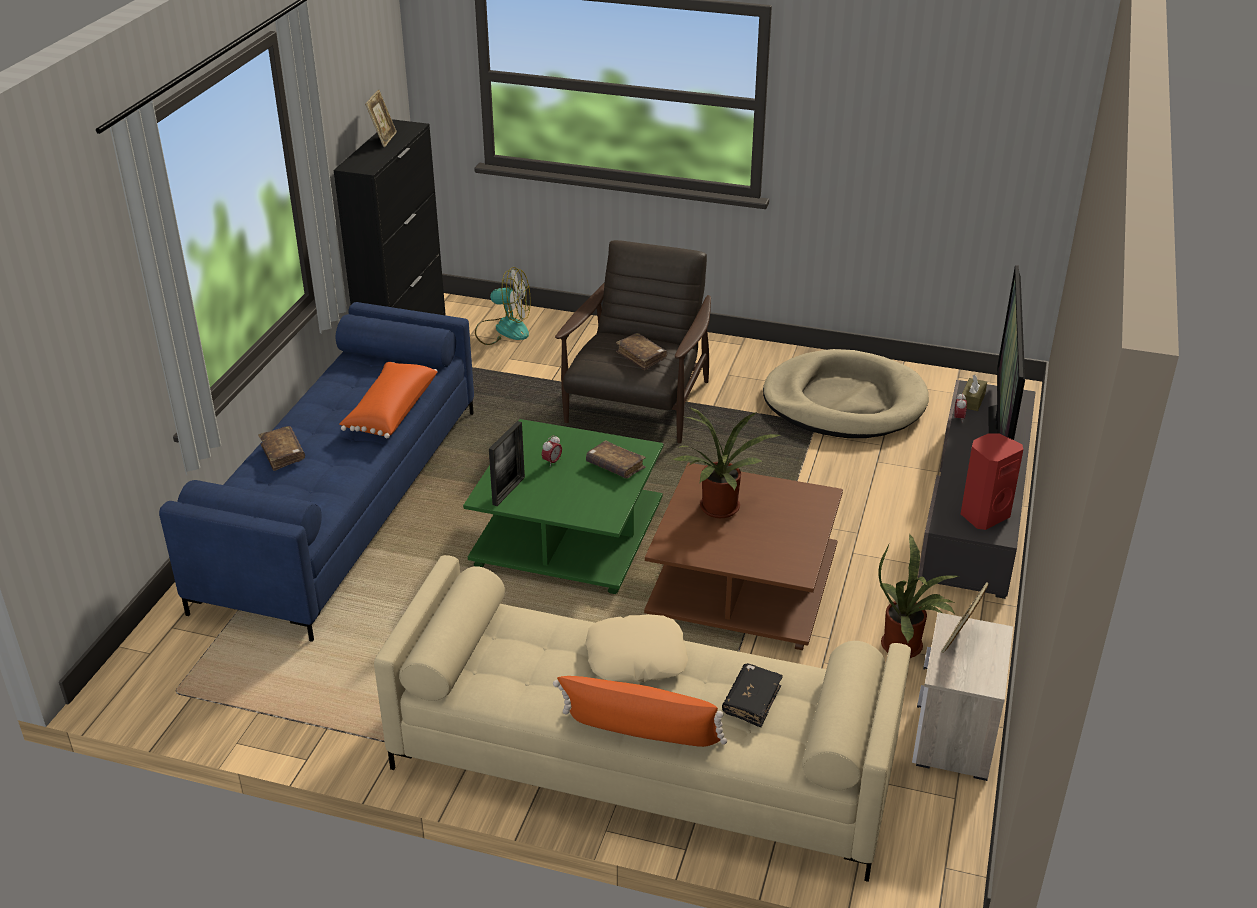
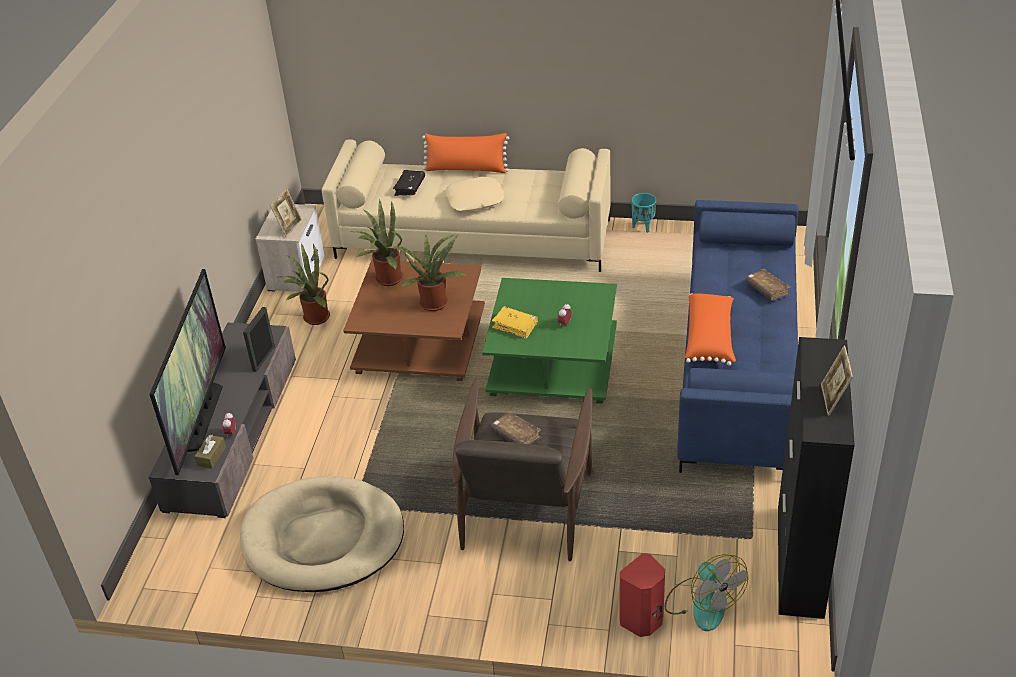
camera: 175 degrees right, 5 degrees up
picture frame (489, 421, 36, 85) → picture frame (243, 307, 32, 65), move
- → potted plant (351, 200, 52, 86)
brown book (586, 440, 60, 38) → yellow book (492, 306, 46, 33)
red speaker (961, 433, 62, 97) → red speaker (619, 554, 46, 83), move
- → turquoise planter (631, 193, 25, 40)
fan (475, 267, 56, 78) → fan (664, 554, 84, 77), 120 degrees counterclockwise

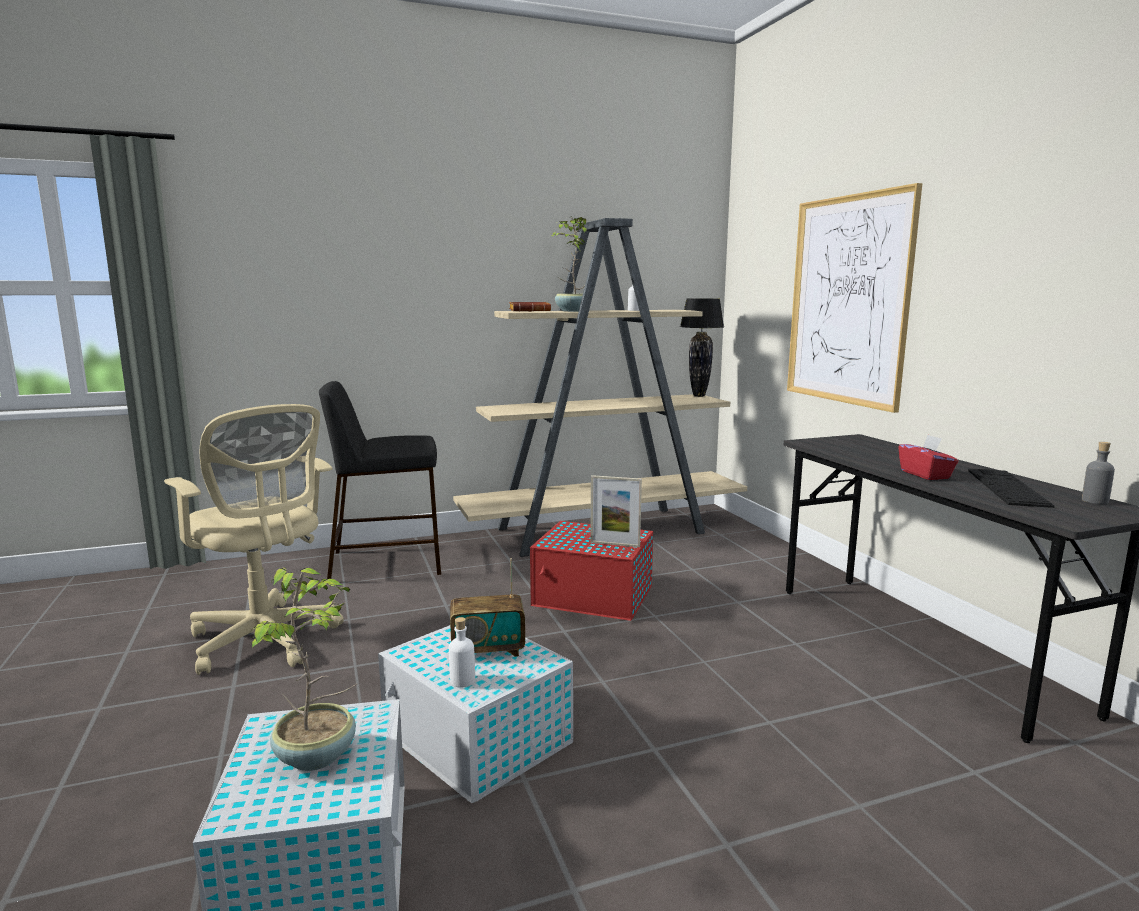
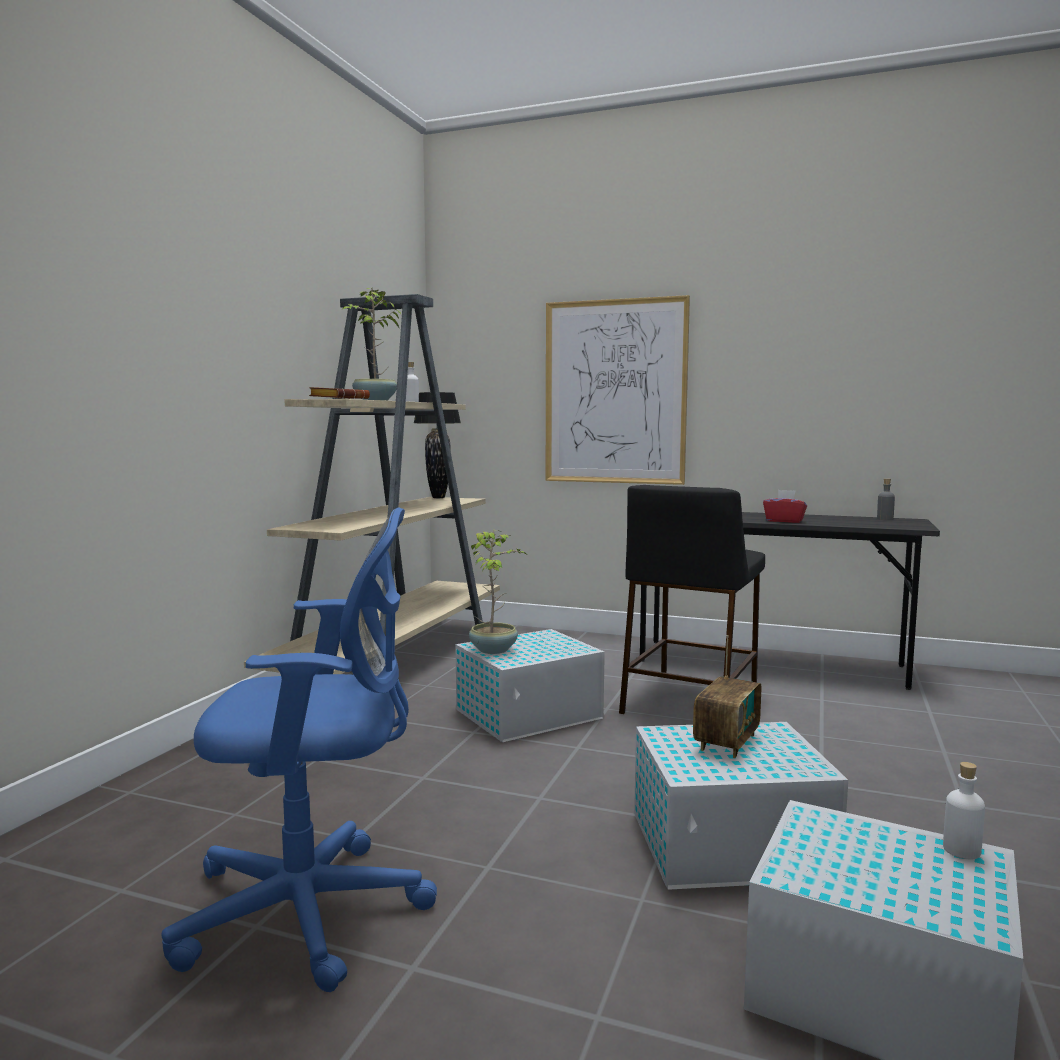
camera: 50 degrees left, 5 degrees down
beige office chair (164, 404, 180, 271) → blue office chair (161, 507, 276, 485)
red storage box (530, 521, 123, 100) → white storage box (456, 629, 149, 113)
potted plant (251, 567, 106, 204) → potted plant (469, 530, 57, 124), move
black stool (319, 381, 122, 198) → black stool (619, 485, 146, 229), move
white bottle (449, 617, 26, 71) → white bottle (943, 762, 42, 97), move
picture frame (590, 475, 52, 72) → -
keyboard (968, 469, 87, 39) → -

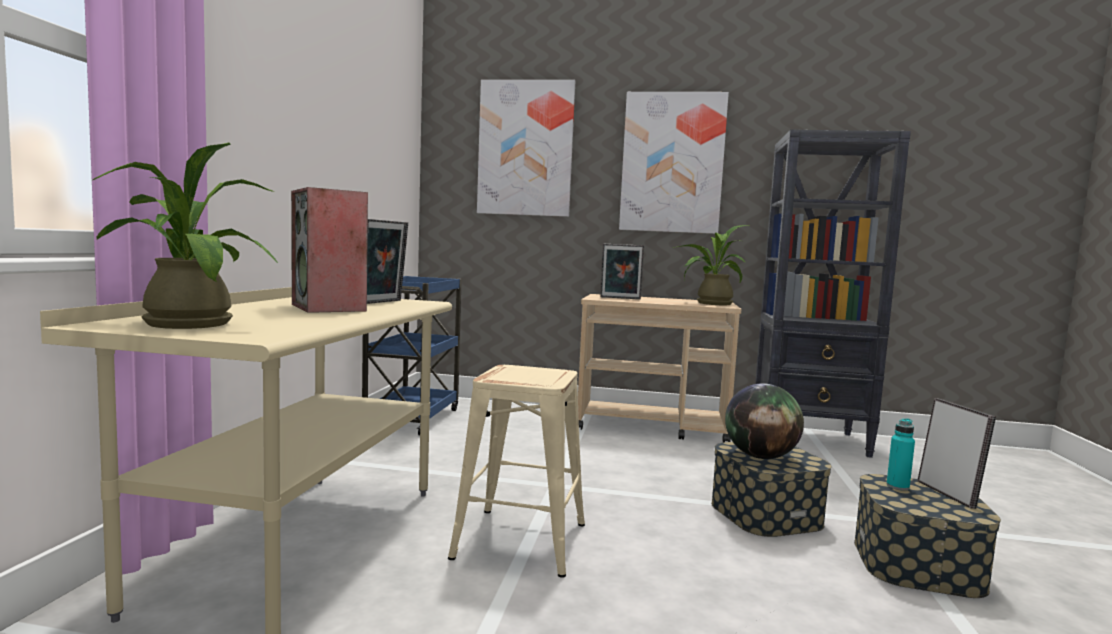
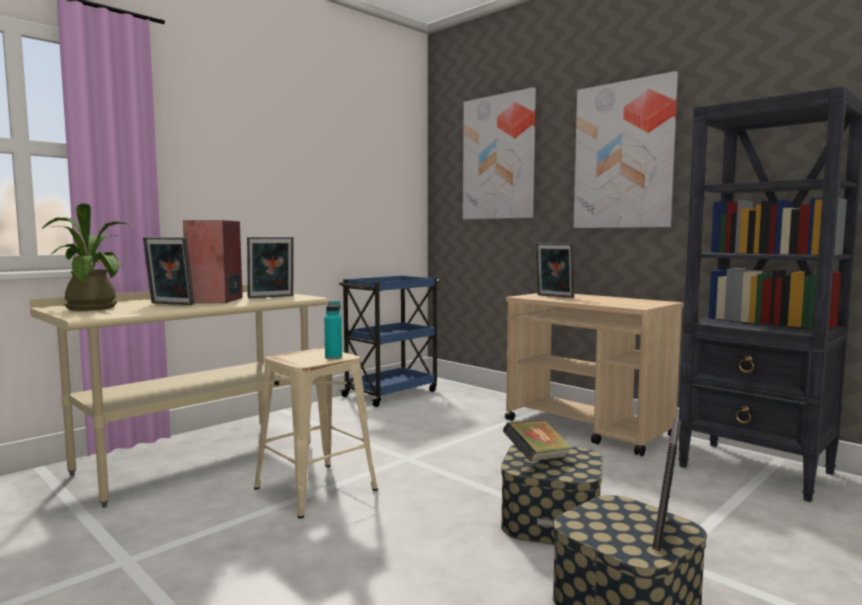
camera: 35 degrees right, 0 degrees up
- → picture frame (143, 237, 51, 68)
turquoise bottle (886, 418, 29, 73) → turquoise bottle (324, 301, 18, 58), move
globe (725, 383, 79, 76) → book (503, 420, 70, 41)
potted plant (673, 225, 77, 80) → -

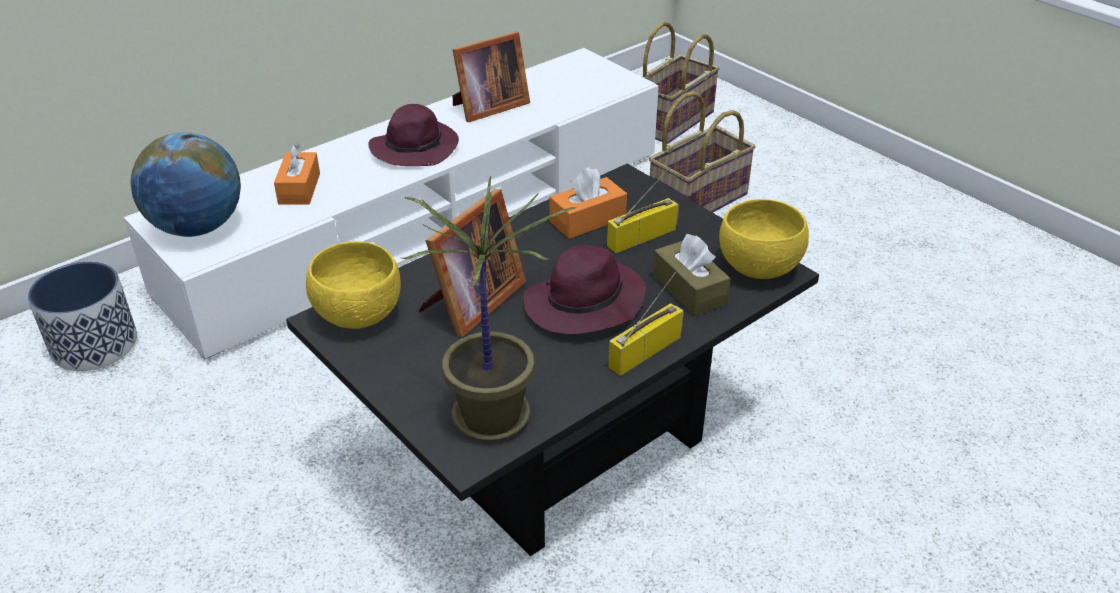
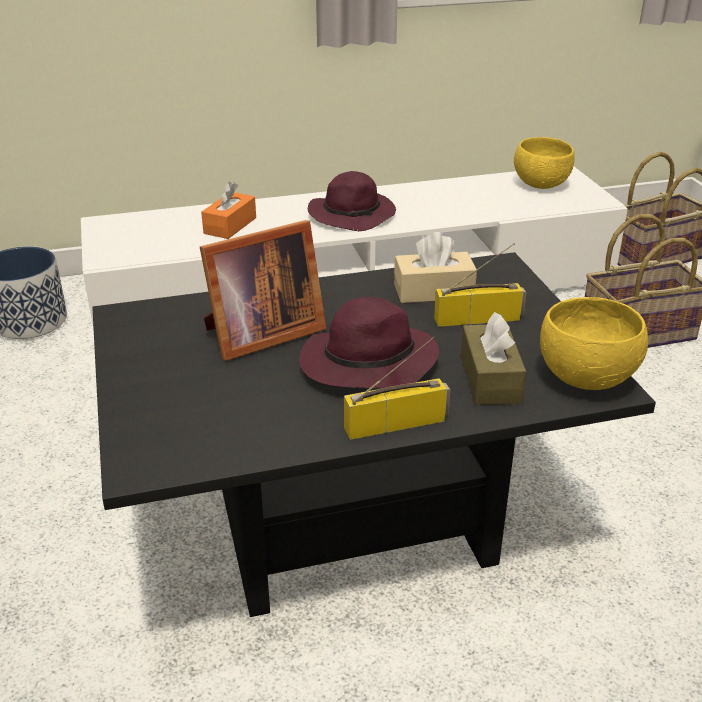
camera: 25 degrees right, 5 degrees down
orange tissue box (549, 167, 78, 72) → beige tissue box (394, 232, 83, 71)
yellow bowl (306, 241, 95, 88) → yellow bowl (514, 137, 61, 52), move
globe (131, 132, 110, 105) → -
potted plant (402, 176, 175, 266) → -
picture frame (452, 32, 78, 90) → -

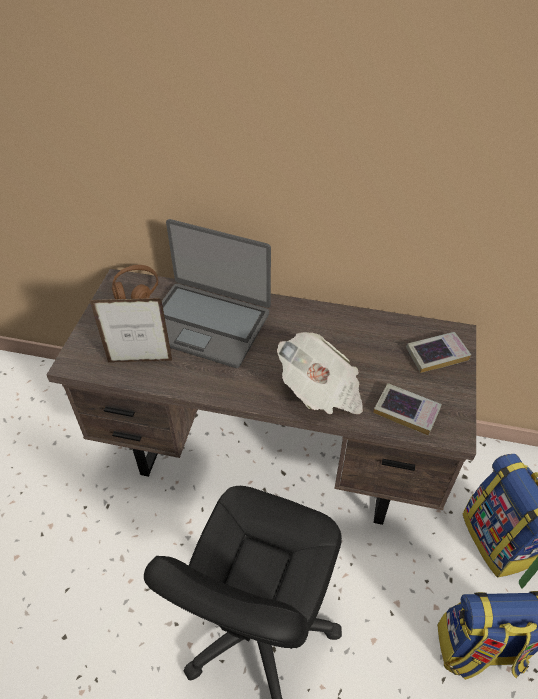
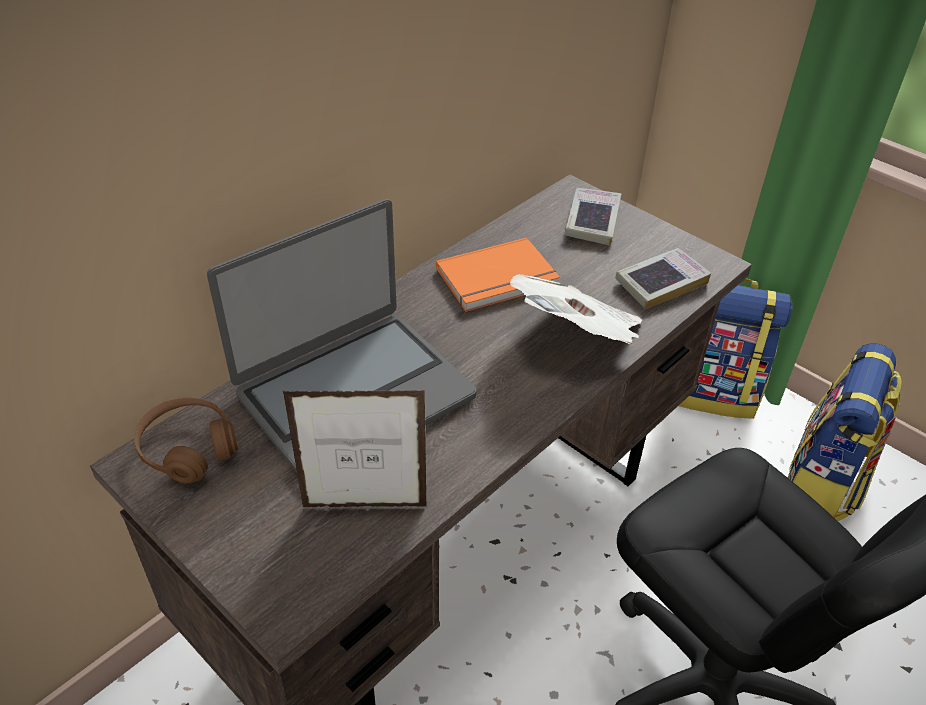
camera: 60 degrees left, 5 degrees down
picture frame (90, 298, 83, 65) → picture frame (282, 390, 144, 117), 120 degrees counterclockwise
- → orange book (436, 238, 124, 74)

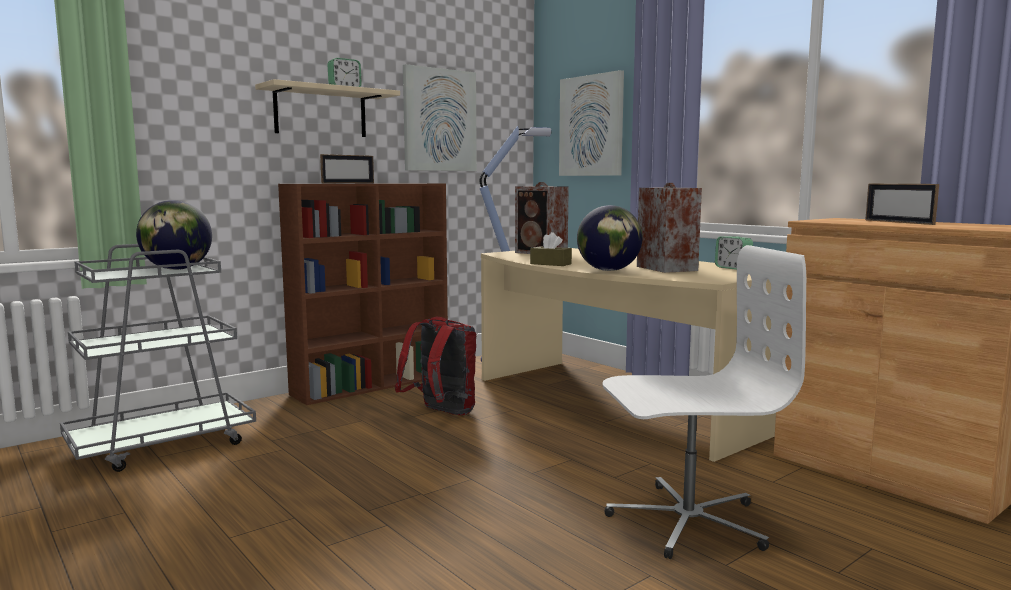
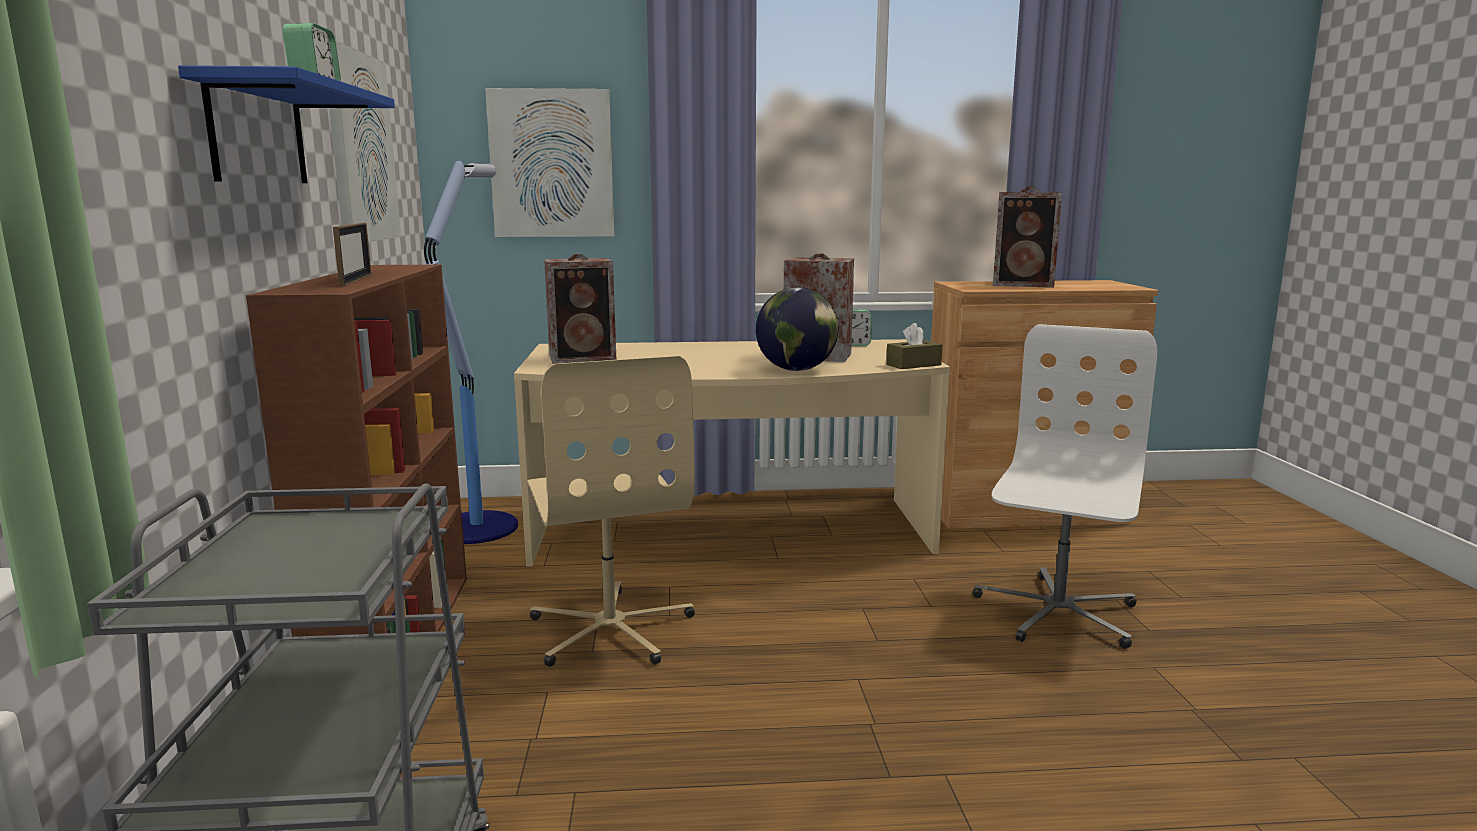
camera: 55 degrees left, 5 degrees up
beige shelf (255, 79, 145, 58) → blue shelf (178, 65, 217, 118)
red backpack (395, 317, 81, 98) → beige office chair (527, 356, 168, 311)
brown tissue box (530, 232, 42, 34) → brown tissue box (886, 323, 56, 46), move
picture frame (865, 184, 74, 41) → speaker (993, 187, 69, 101)
globe (136, 200, 76, 70) → -

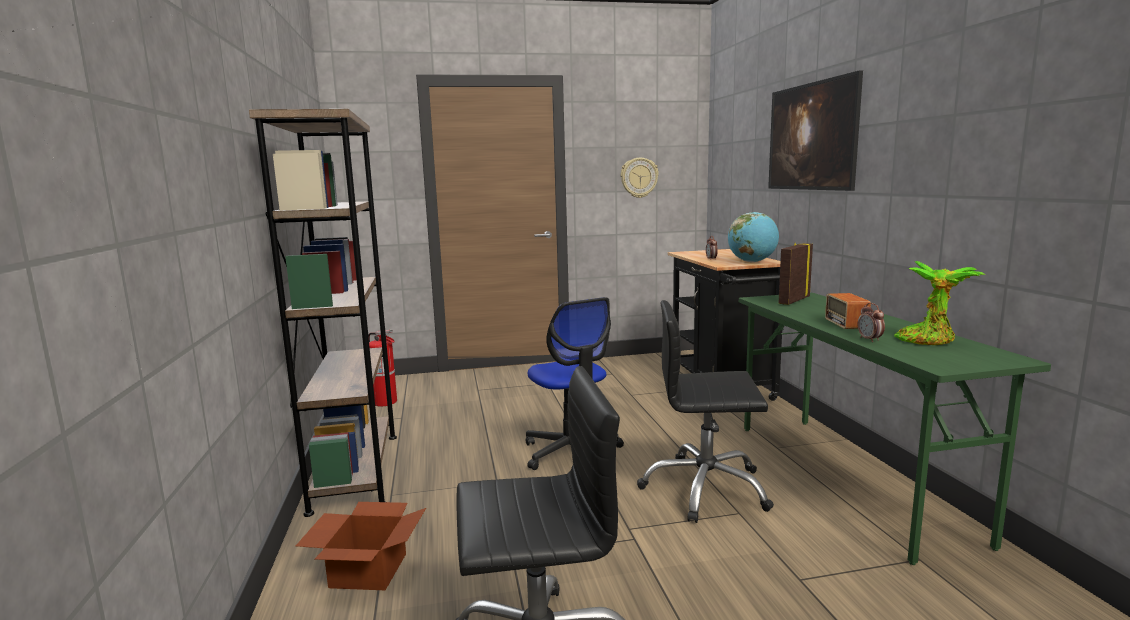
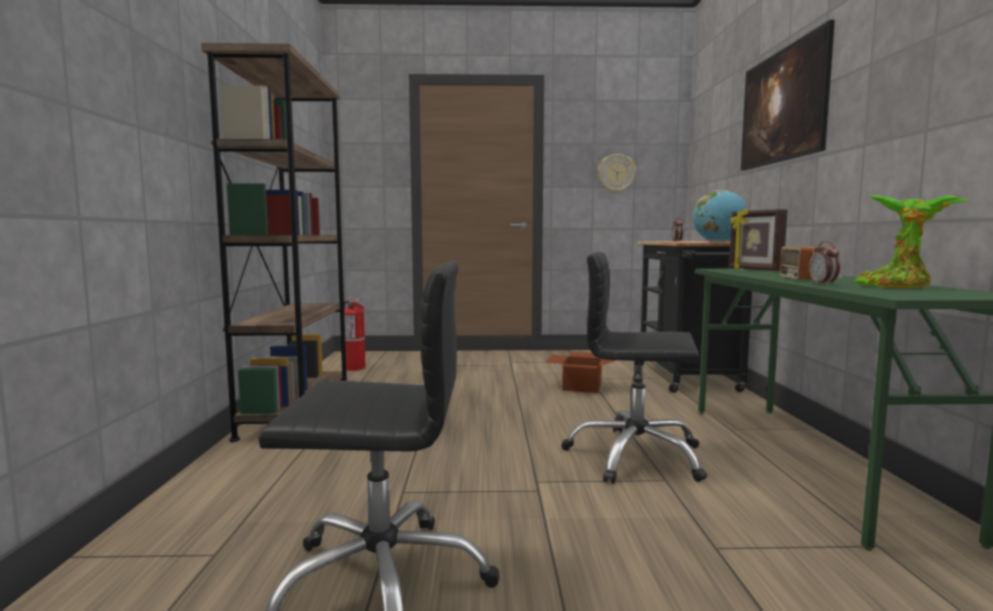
camera: 10 degrees right, 5 degrees down
cardboard box (296, 502, 130, 88) → cardboard box (546, 352, 70, 41), move
picture frame (779, 243, 34, 62) → picture frame (729, 208, 58, 63), 75 degrees counterclockwise
office chair (526, 297, 98, 173) → -

